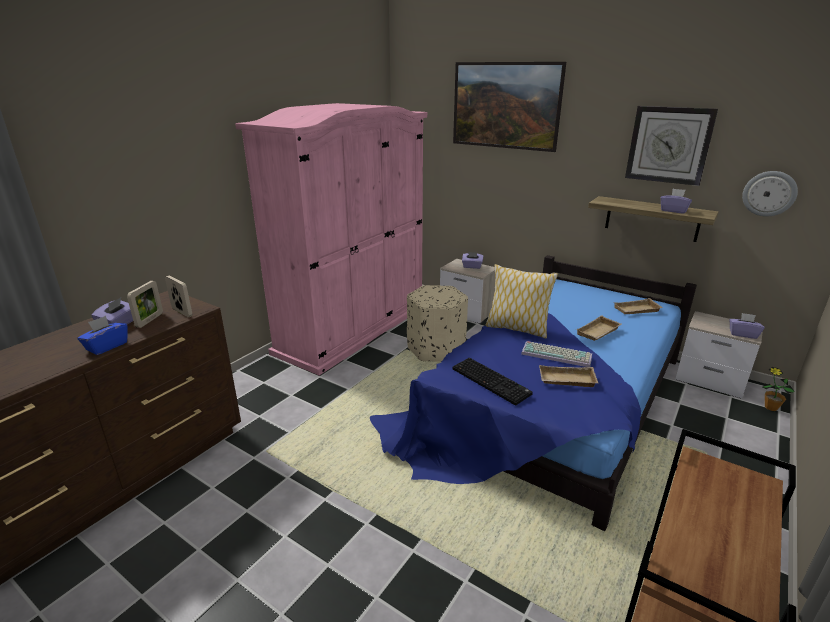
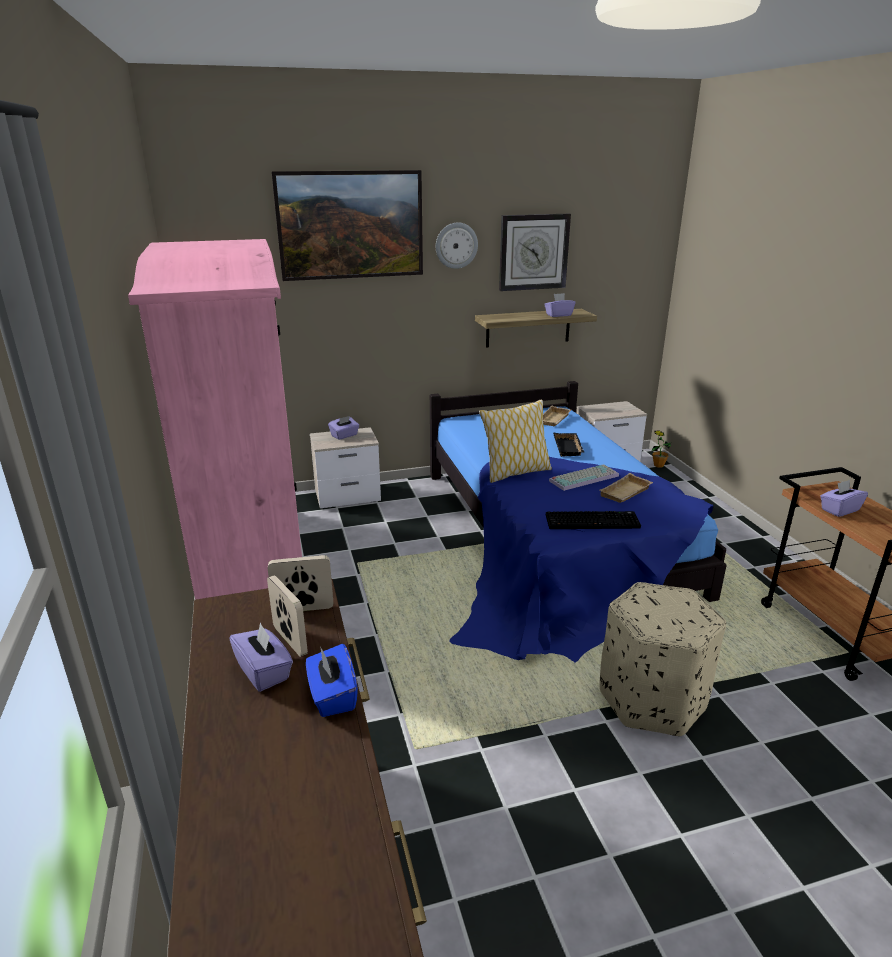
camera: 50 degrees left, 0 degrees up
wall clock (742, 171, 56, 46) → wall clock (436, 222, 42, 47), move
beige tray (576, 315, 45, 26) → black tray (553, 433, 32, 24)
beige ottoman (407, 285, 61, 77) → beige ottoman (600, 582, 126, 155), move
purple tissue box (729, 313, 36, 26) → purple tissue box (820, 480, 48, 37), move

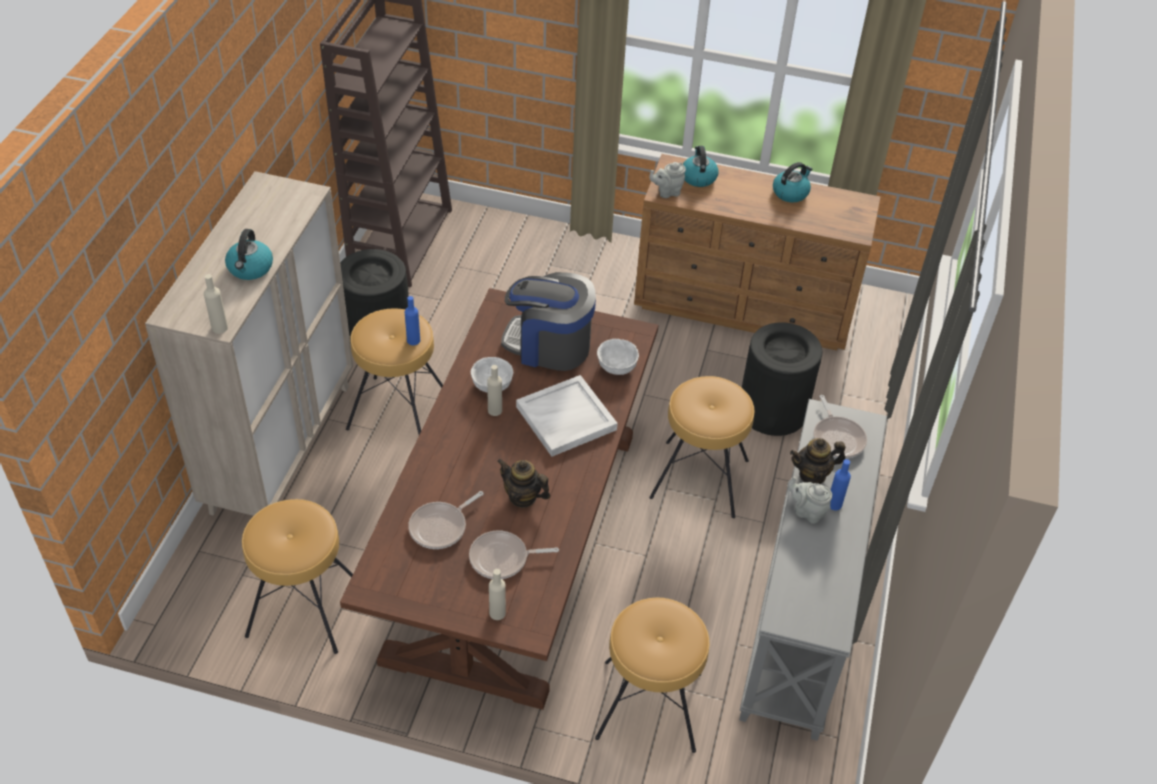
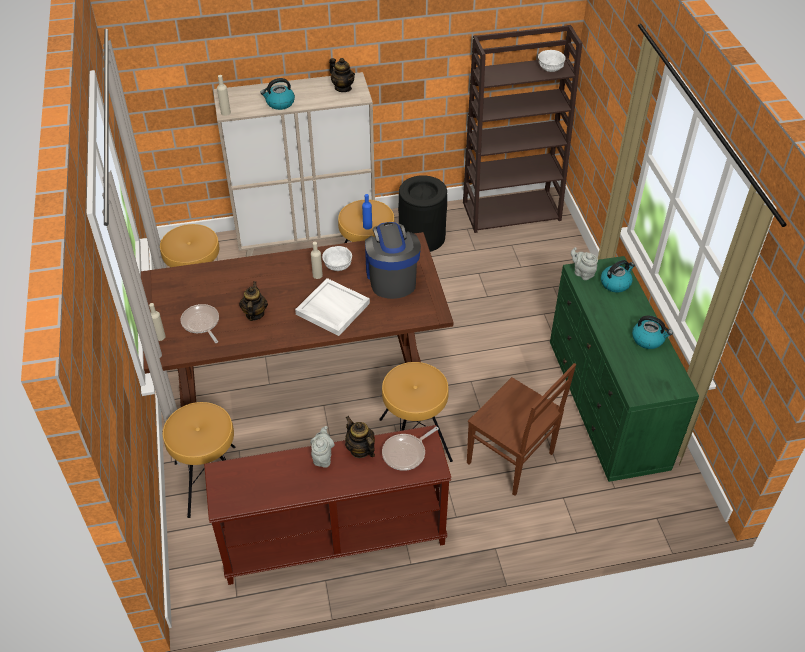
camera: 65 degrees right, 0 degrees up
grey console table (739, 399, 148, 342) → brown console table (204, 425, 247, 160)
- → teapot (329, 58, 26, 34)
black trash can (742, 322, 80, 114) → brown chair (467, 363, 109, 133)
white bowl (597, 339, 42, 36) → white bowl (538, 50, 28, 22), move
brown dresser (634, 154, 247, 197) → green dresser (550, 256, 149, 226)
frying pan (408, 491, 76, 58) → -
blue bottle (830, 459, 21, 51) → -

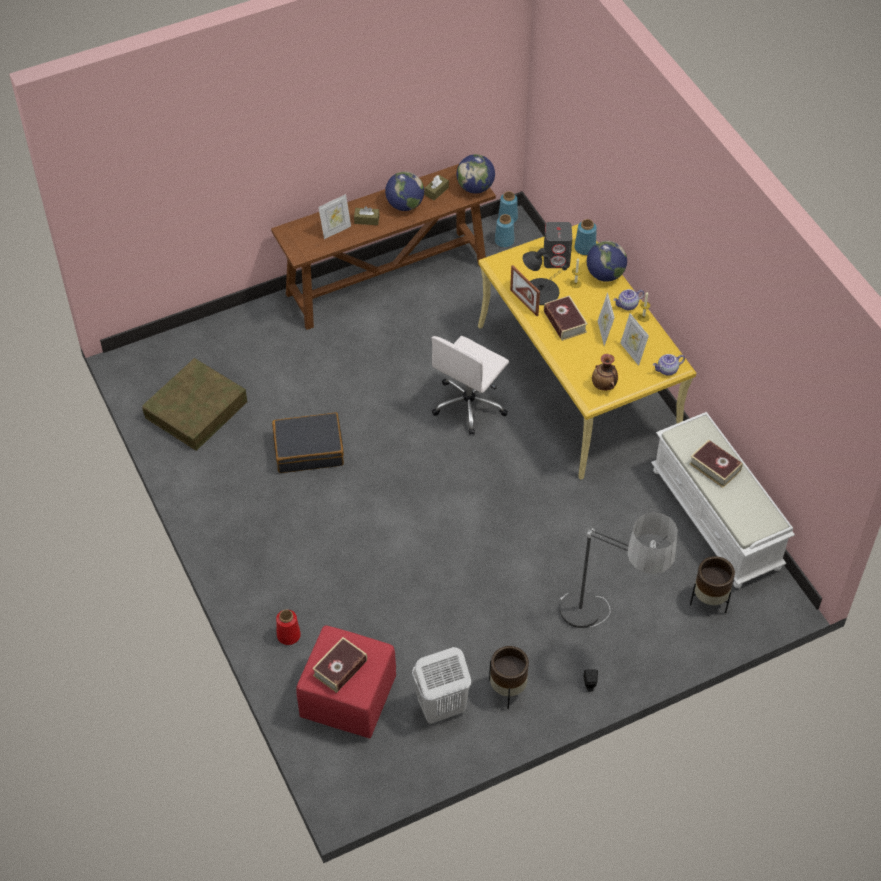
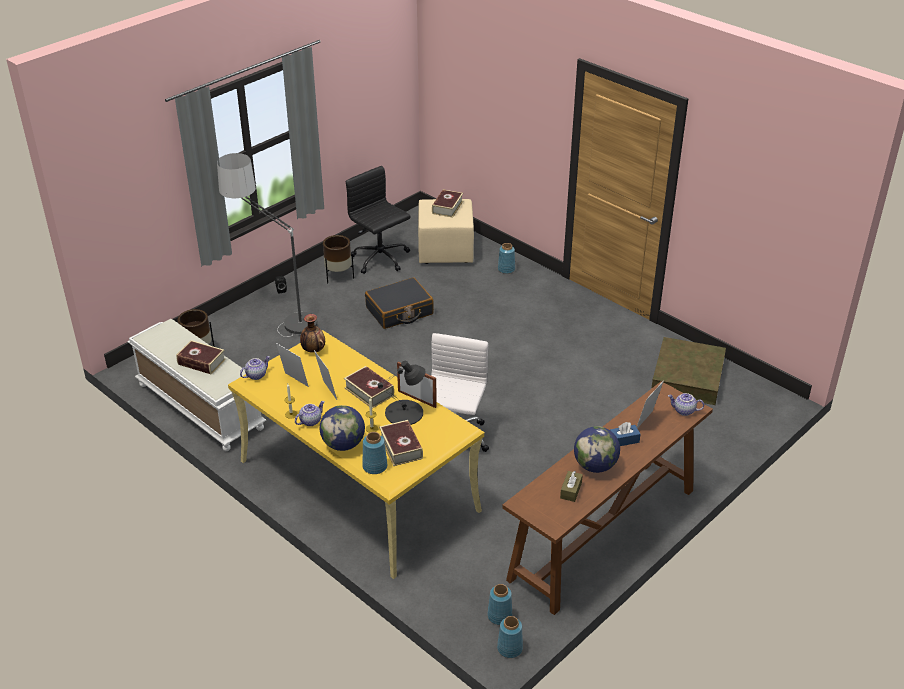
camera: 160 degrees right, 15 degrees down
white laundry basket (412, 647, 59, 77) → black office chair (346, 166, 65, 108)
black suitcase (272, 412, 72, 61) → black suitcase (365, 277, 69, 52), move
grey speaker (544, 222, 28, 46) → book (379, 420, 44, 46)
red ottoman (296, 625, 100, 113) → beige ottoman (418, 199, 56, 65)
red vase (276, 610, 25, 35) → blue vase (498, 243, 17, 31)
brown tissue box (354, 206, 25, 19) → blue tissue box (610, 422, 31, 24)
- → teapot (668, 393, 36, 23)
globe (456, 154, 39, 40) → -

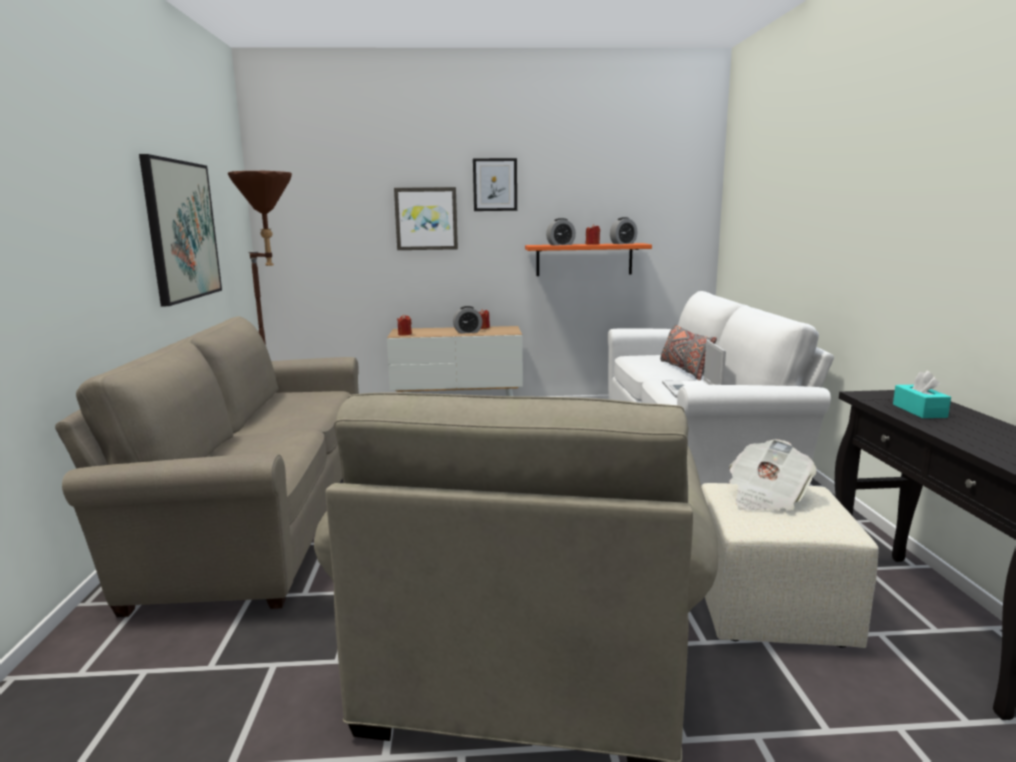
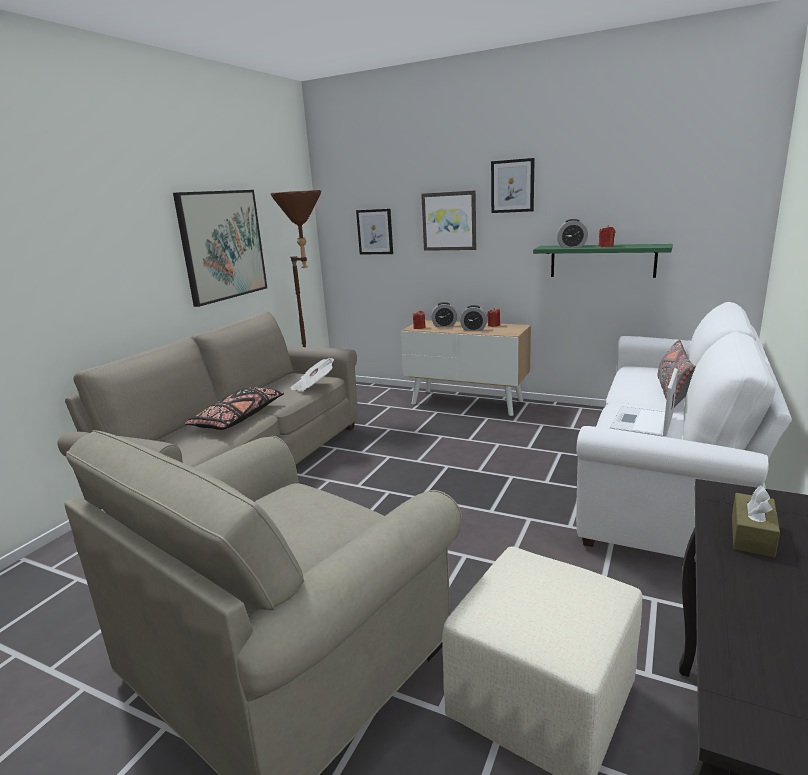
camera: 30 degrees right, 5 degrees up
- → black pillow (185, 387, 99, 43)
newspaper (729, 439, 88, 71) → newspaper (291, 358, 43, 33), move
- → picture (356, 209, 37, 45)
alarm clock (610, 217, 28, 27) → alarm clock (431, 302, 26, 25), move
orange shelf (525, 243, 127, 33) → green shelf (533, 244, 140, 34)
turquoise tissue box (893, 371, 58, 47) → brown tissue box (732, 485, 48, 72)

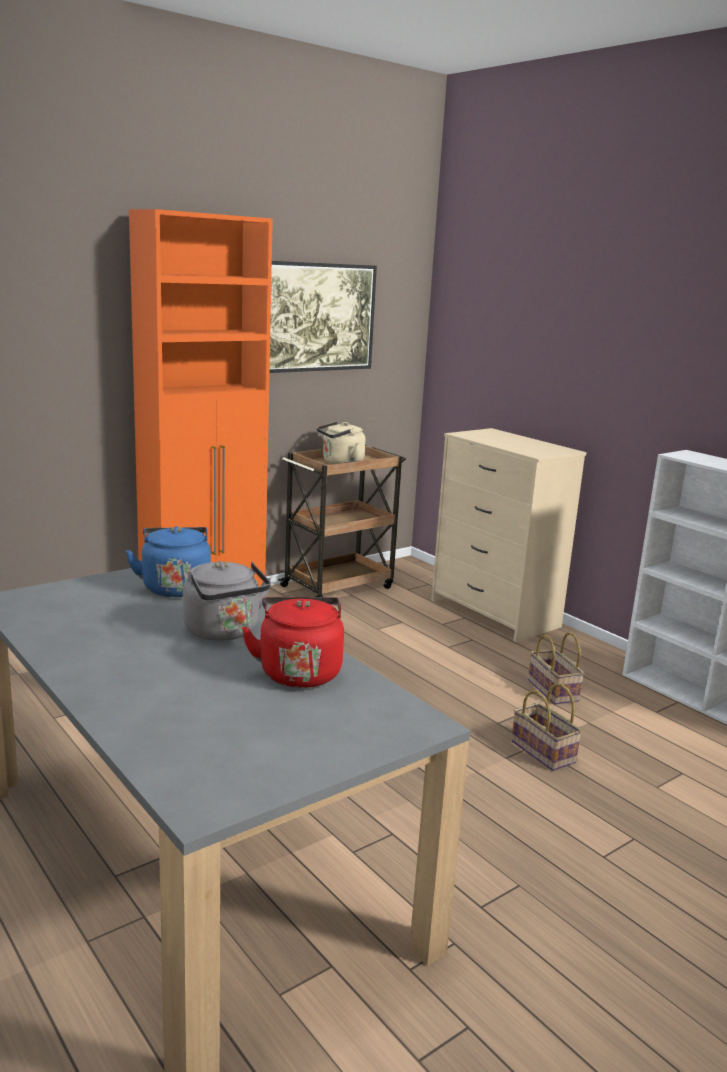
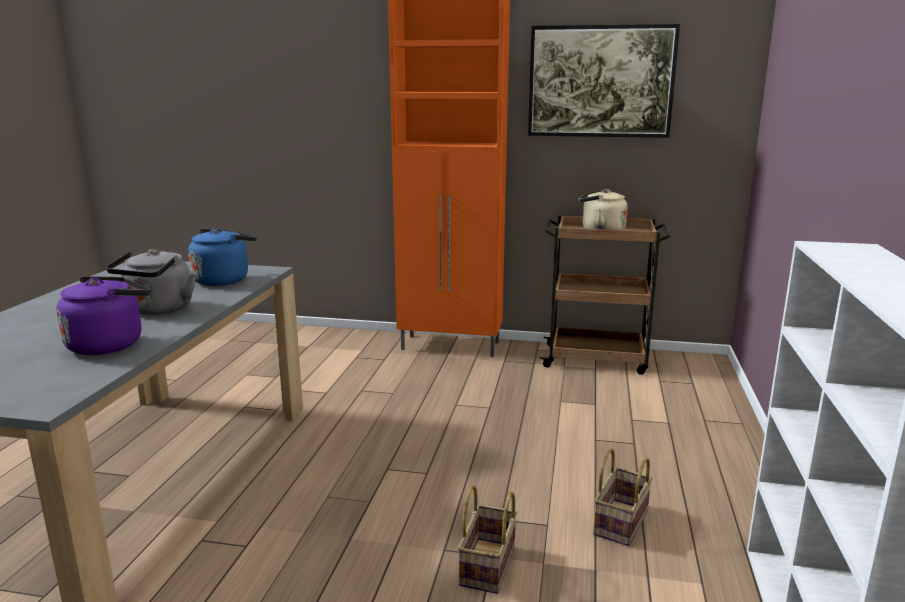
camera: 50 degrees right, 0 degrees up
red kettle (242, 597, 102, 91) → purple kettle (56, 276, 94, 79)
beige dresser (431, 428, 156, 214) → -

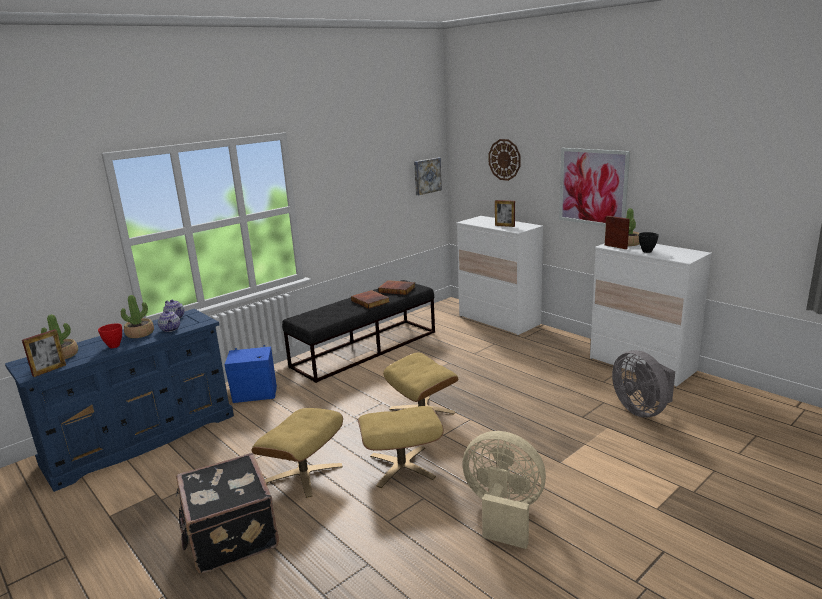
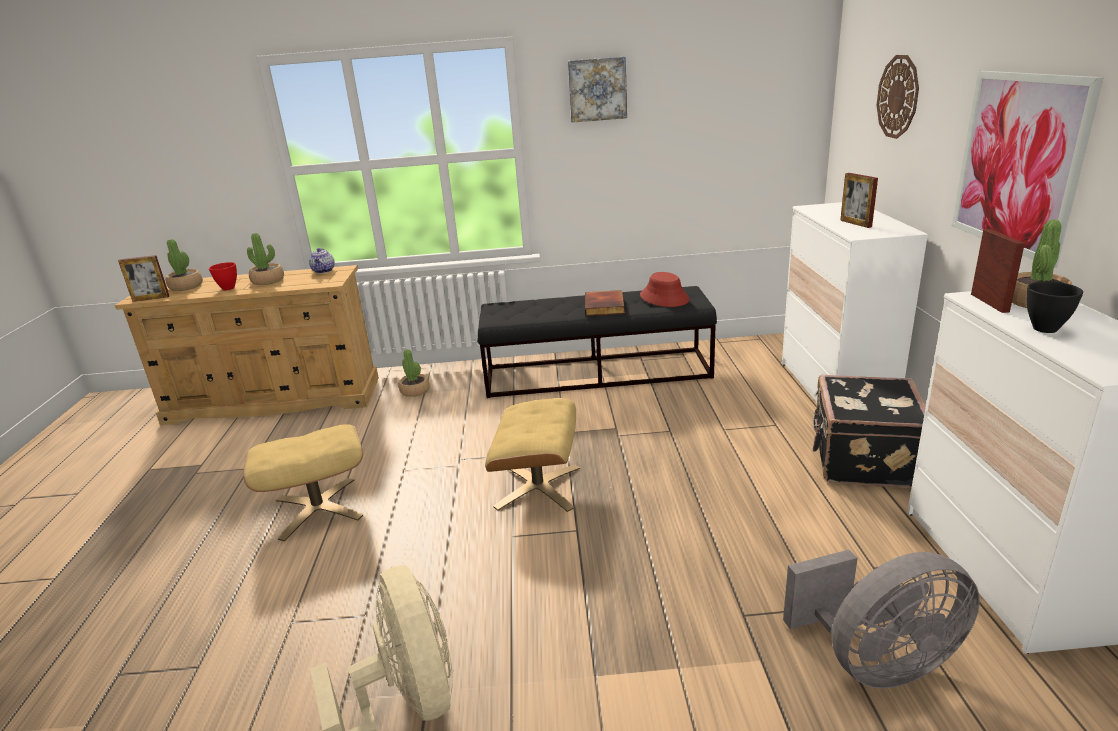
camera: 40 degrees right, 5 degrees up
blue dresser (5, 309, 229, 183) → beige dresser (115, 265, 264, 160)
blue speaker (224, 345, 53, 58) → potted plant (399, 349, 31, 48)
picture (414, 158, 28, 37) → picture (568, 56, 59, 67), move
book (378, 280, 37, 15) → red hat (640, 272, 50, 35)
grey fan (612, 350, 63, 67) → grey fan (783, 550, 197, 138), 120 degrees counterclockwise
black suitcase (176, 453, 103, 121) → black suitcase (813, 375, 113, 113), move
teapot (158, 310, 22, 22) → -
beige ottoman (357, 406, 87, 82) → -

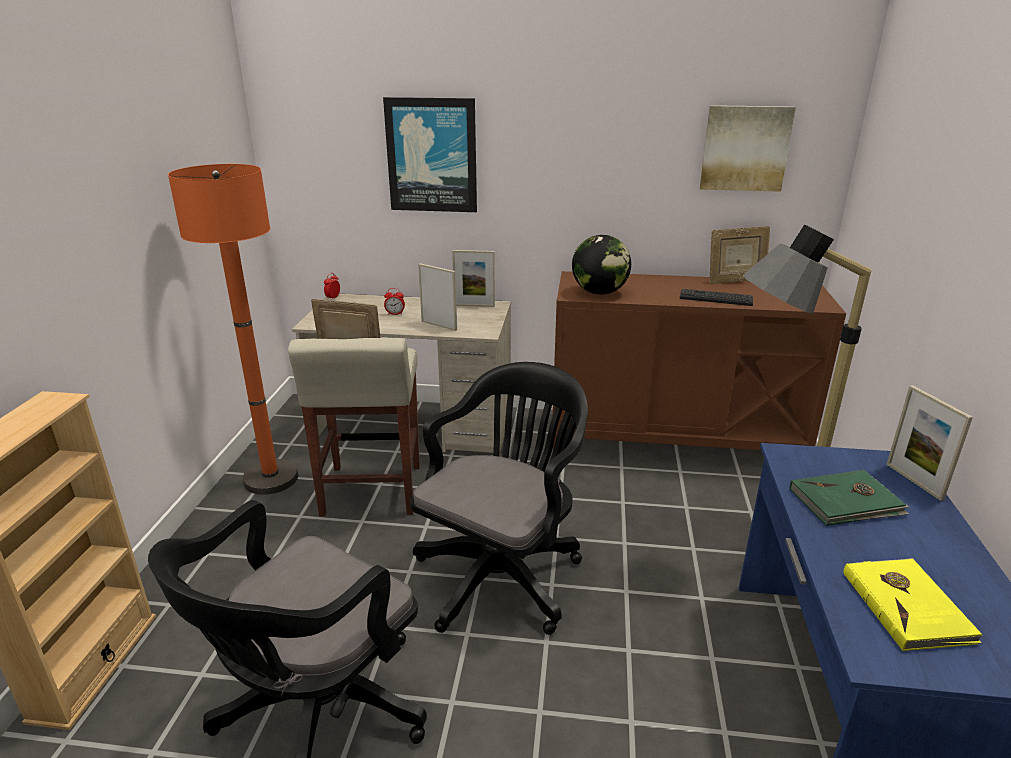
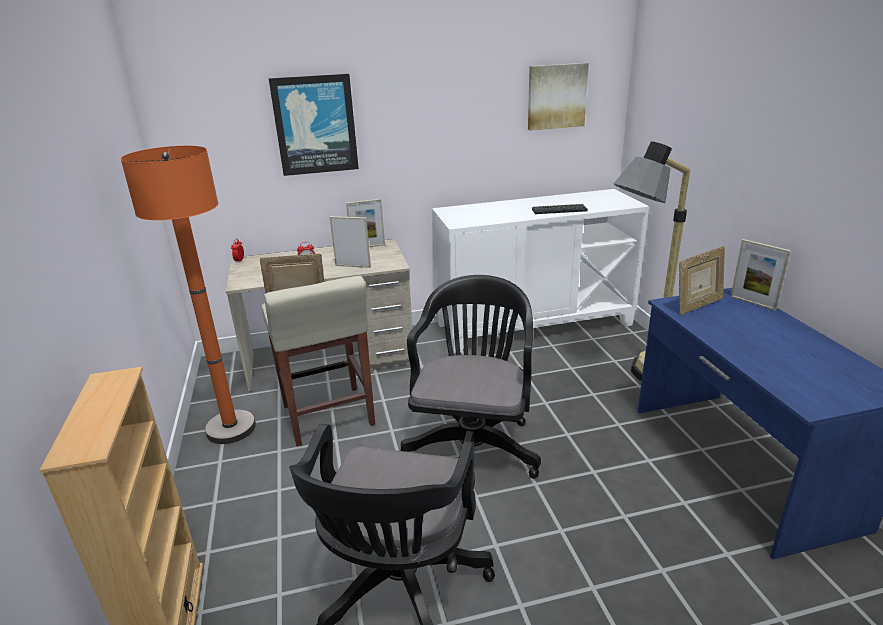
camera: 20 degrees left, 0 degrees up
brown cabinet (553, 271, 293, 179) → white cabinet (432, 189, 217, 164)
picture frame (709, 226, 61, 58) → picture frame (679, 246, 46, 69), move
globe (572, 235, 59, 60) → -
green book (789, 470, 120, 56) → -
yellow book (843, 558, 140, 93) → -

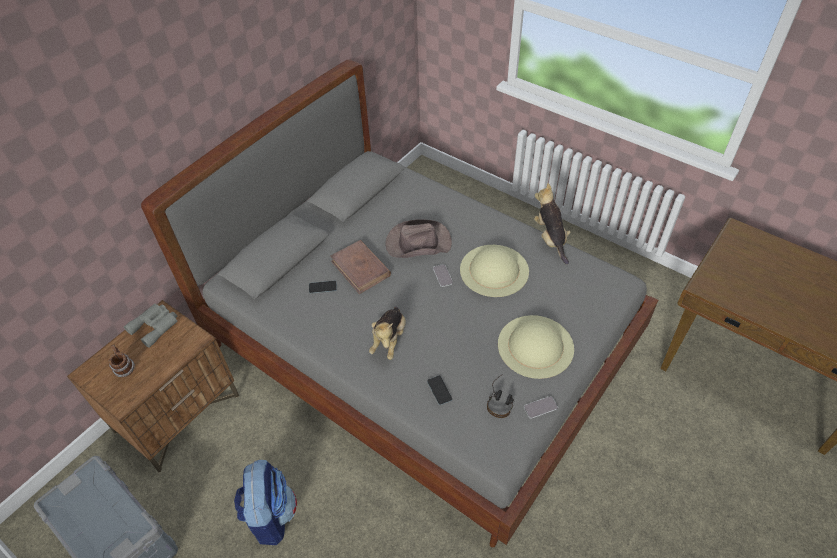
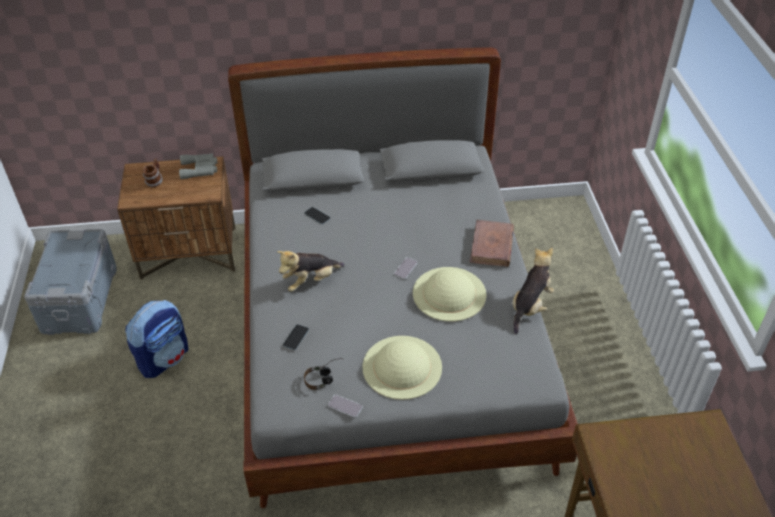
camera: 45 degrees right, 5 degrees down
brown book (330, 240, 61, 54) → brown book (469, 220, 45, 47), move
brown hat (385, 219, 67, 39) → -

